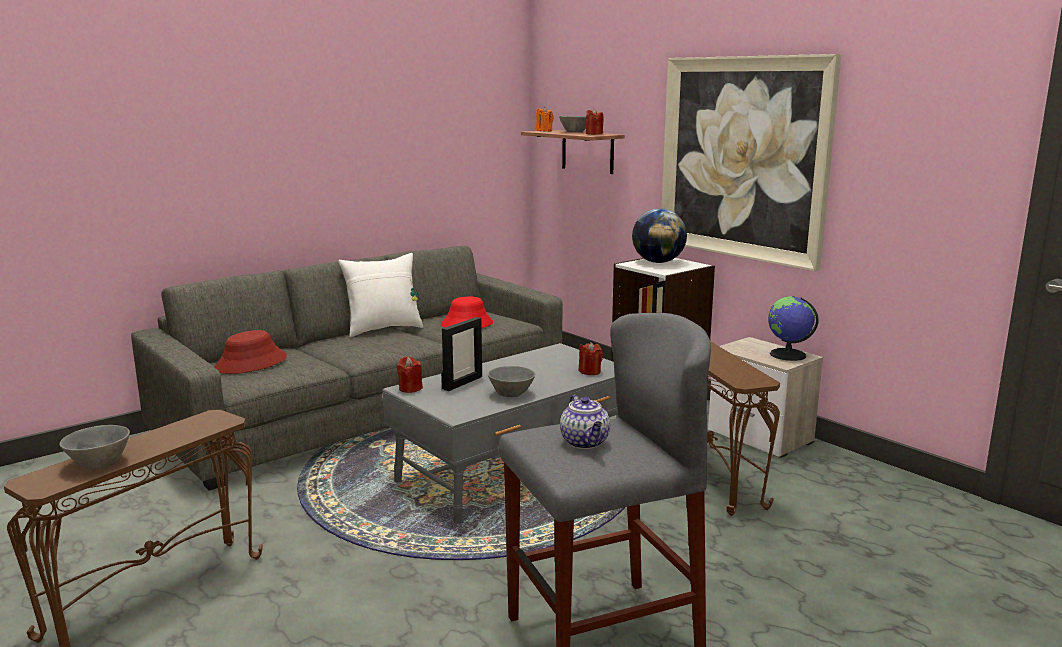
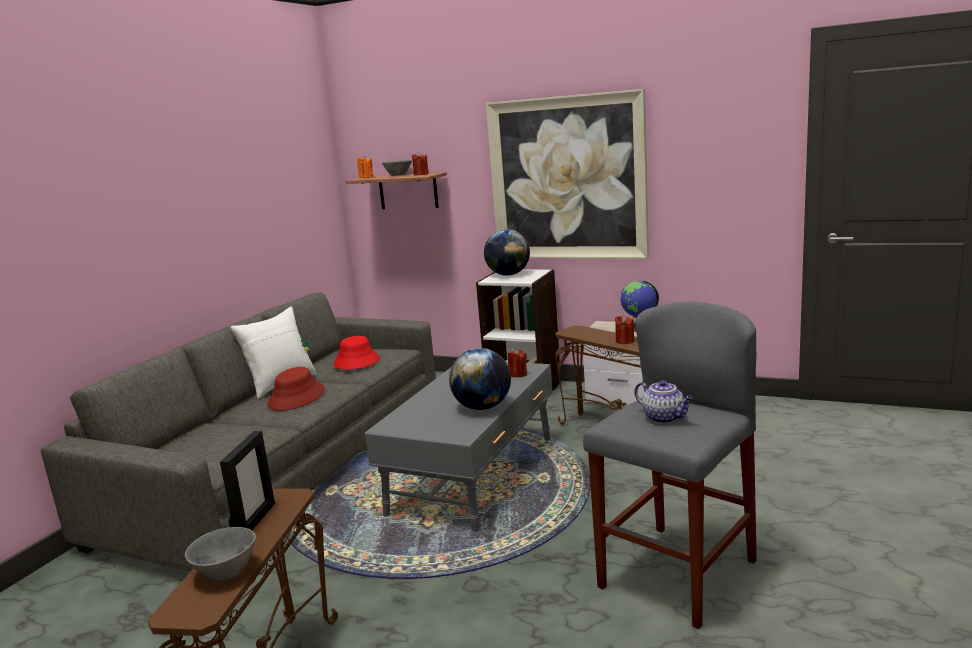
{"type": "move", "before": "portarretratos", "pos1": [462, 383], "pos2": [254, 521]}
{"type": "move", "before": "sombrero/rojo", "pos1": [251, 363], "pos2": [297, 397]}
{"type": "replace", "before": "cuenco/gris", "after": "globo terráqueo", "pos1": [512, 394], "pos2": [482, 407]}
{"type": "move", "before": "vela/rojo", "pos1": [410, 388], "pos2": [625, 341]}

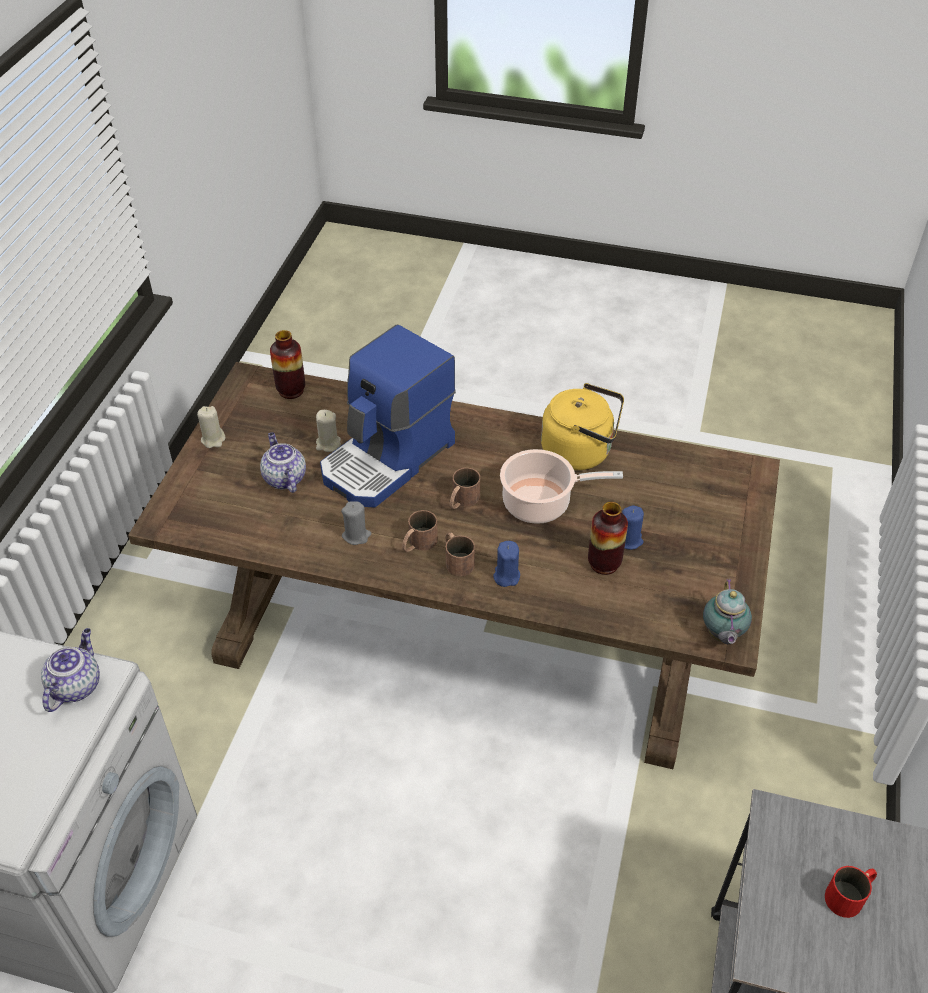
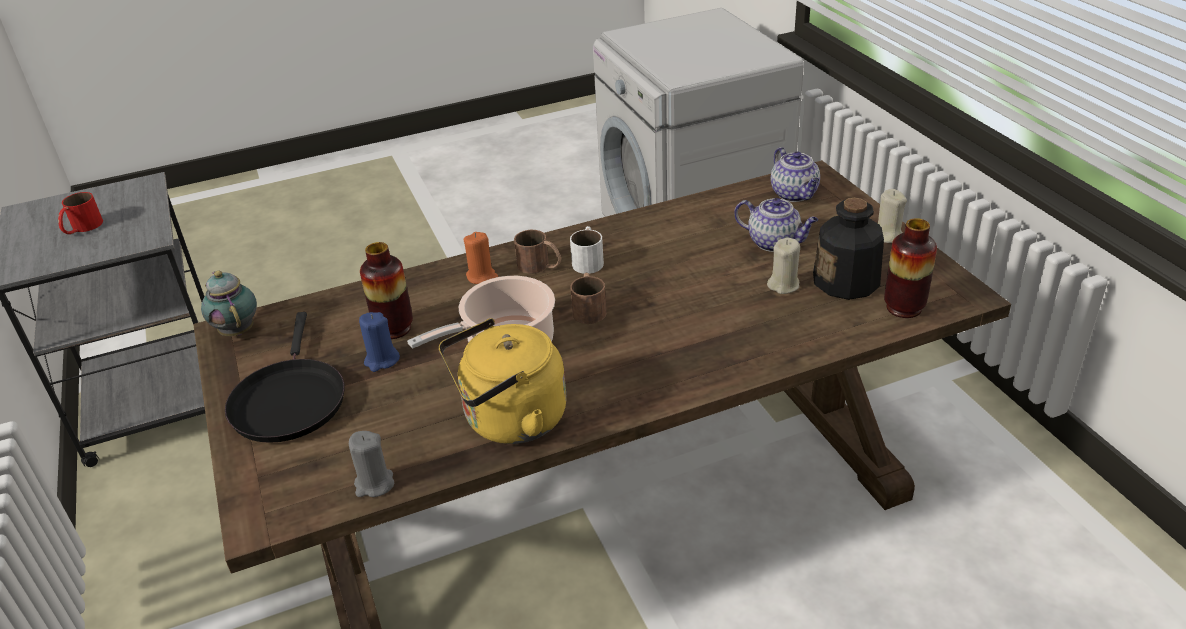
{"type": "insert", "after": "sartén/negro", "pos2": [289, 400]}
{"type": "move", "before": "vela/gris", "pos1": [356, 535], "pos2": [374, 484]}
{"type": "recolor", "before": "vela/azul", "after": "vela/naranja", "pos1": [506, 576], "pos2": [482, 277]}
{"type": "recolor", "before": "taza grande/marrón", "after": "taza grande/blanco", "pos1": [418, 544], "pos2": [588, 260]}
{"type": "move", "before": "tetera", "pos1": [75, 685], "pos2": [795, 194]}
{"type": "insert", "after": "botella", "pos2": [846, 282]}
{"type": "delete", "before": "cafetera", "pos1": [388, 460]}

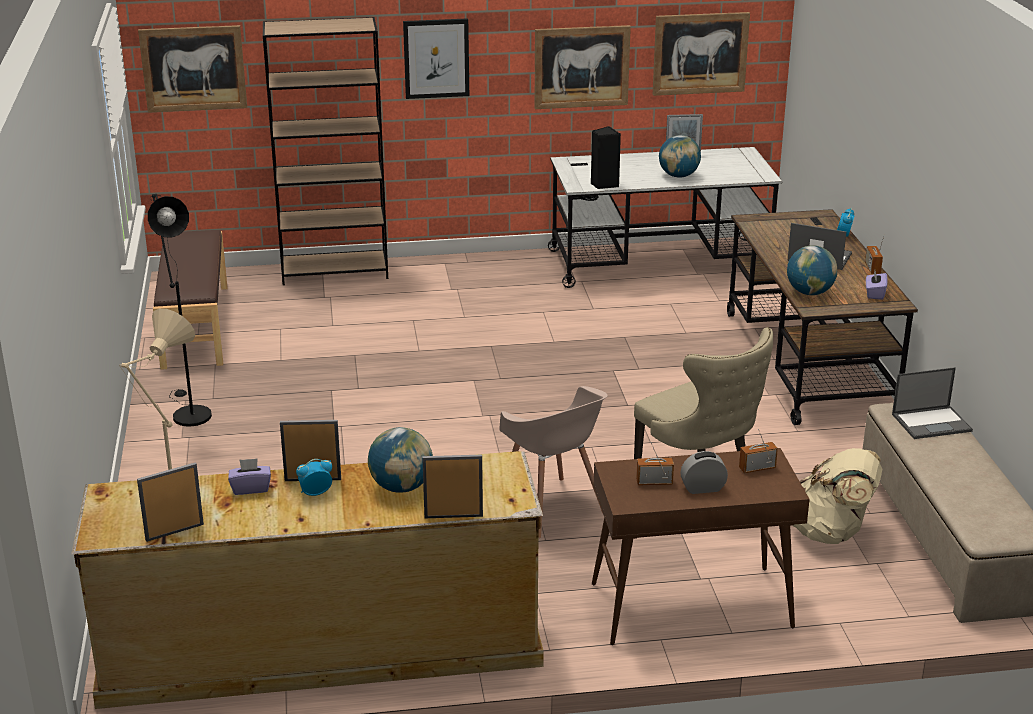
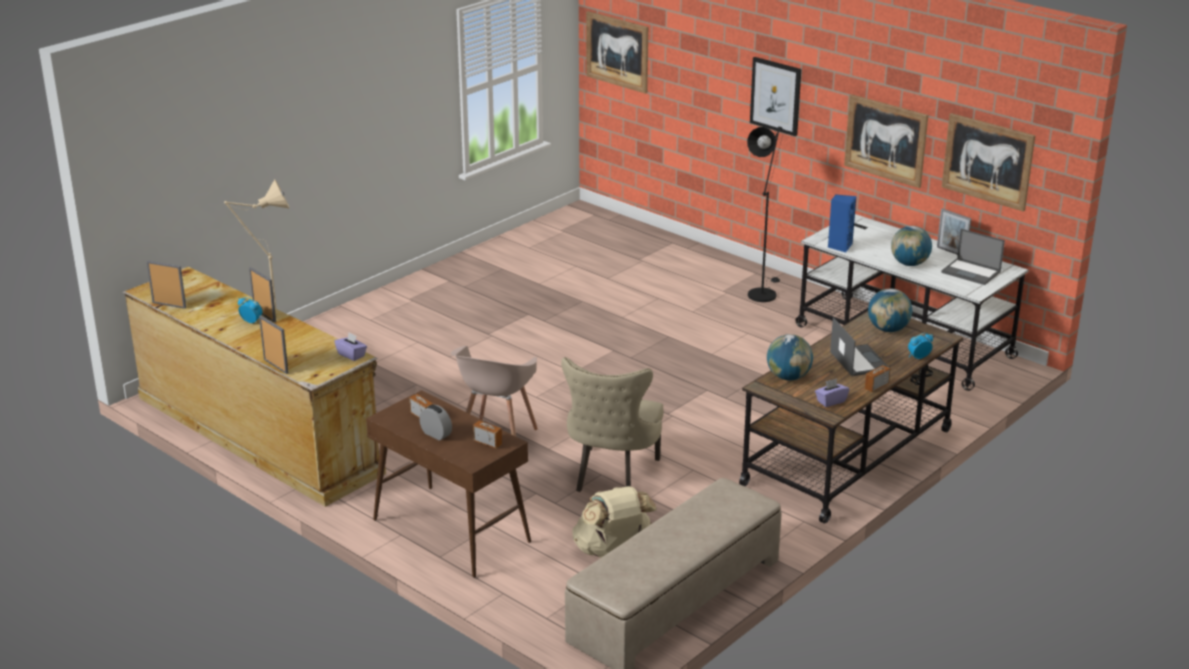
{"type": "move", "before": "caja de pañuelos/morado", "pos1": [251, 488], "pos2": [351, 355]}
{"type": "move", "before": "lámpara de pie/negro", "pos1": [188, 413], "pos2": [763, 293]}
{"type": "recolor", "before": "altavoz/negro", "after": "altavoz/azul", "pos1": [604, 184], "pos2": [839, 246]}
{"type": "move", "before": "globo terráqueo", "pos1": [401, 487], "pos2": [888, 329]}
{"type": "move", "before": "portátil", "pos1": [932, 422], "pos2": [971, 272]}
{"type": "delete", "before": "banco/marrón", "pos1": [194, 326]}
{"type": "delete", "before": "estantería/beis", "pos1": [335, 271]}

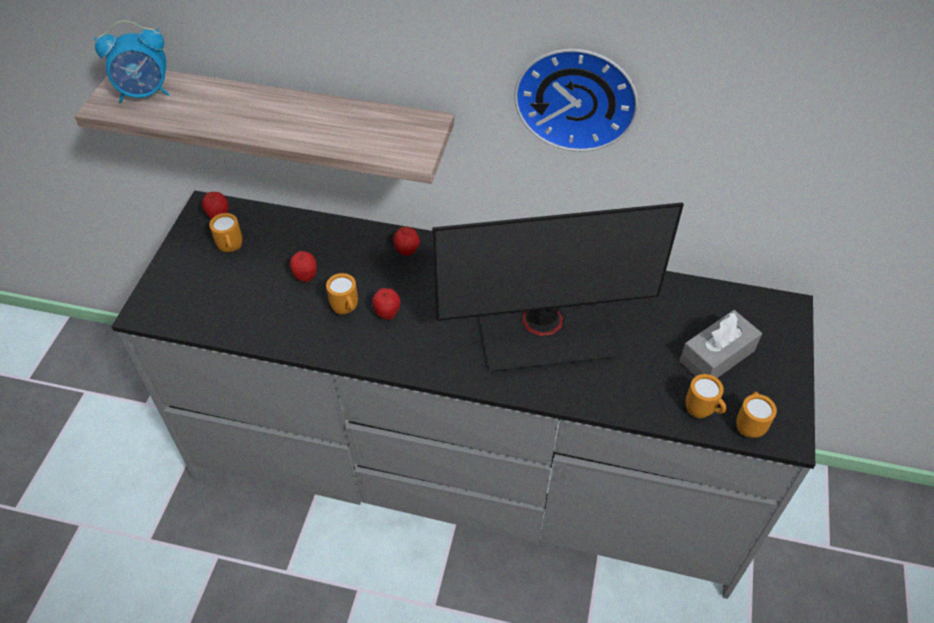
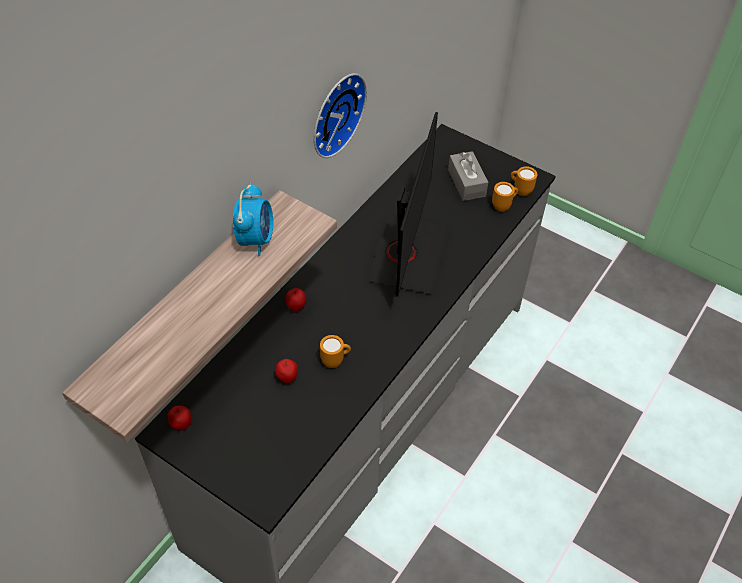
{"type": "move", "before": "despertador", "pos1": [145, 93], "pos2": [256, 239]}
{"type": "delete", "before": "taza grande/naranja", "pos1": [231, 249]}
{"type": "delete", "before": "manzana", "pos1": [387, 314]}

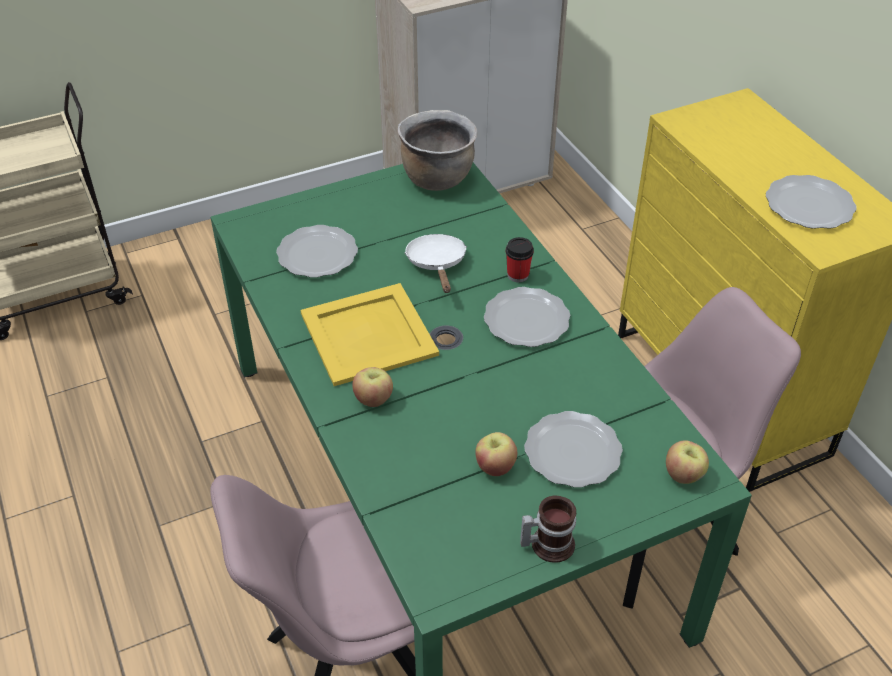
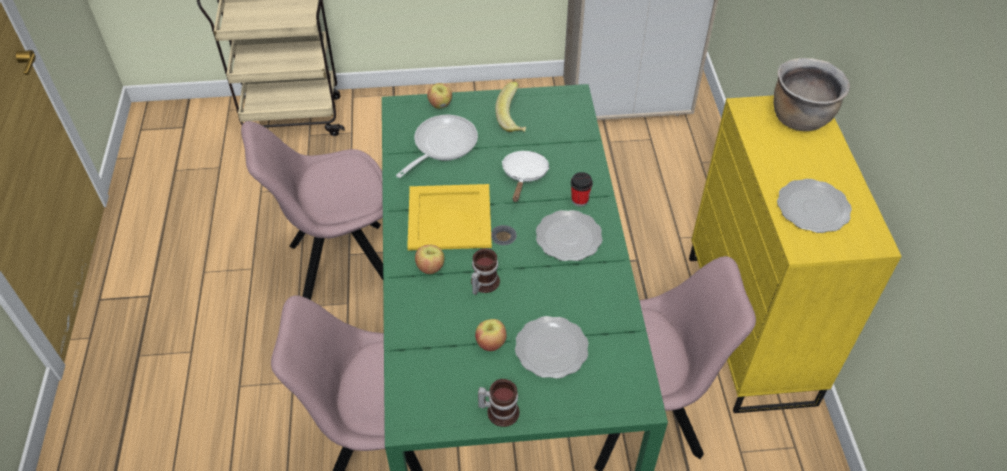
{"type": "insert", "after": "silla/rosa", "pos2": [341, 266]}
{"type": "replace", "before": "plato", "after": "sartén", "pos1": [316, 254], "pos2": [441, 145]}
{"type": "move", "before": "manzana", "pos1": [683, 475], "pos2": [440, 104]}
{"type": "insert", "after": "taza grande", "pos2": [482, 283]}
{"type": "insert", "after": "plátano", "pos2": [515, 119]}
{"type": "move", "before": "olla/marrón", "pos1": [437, 178], "pos2": [799, 118]}

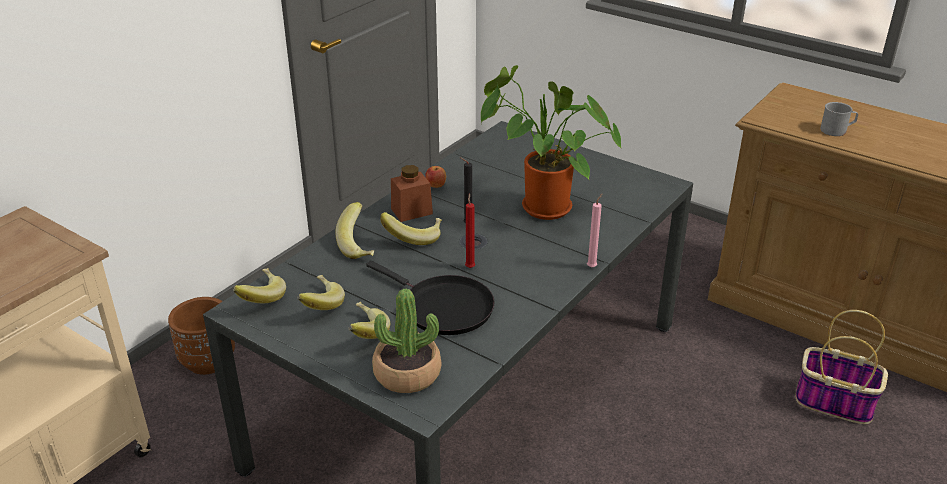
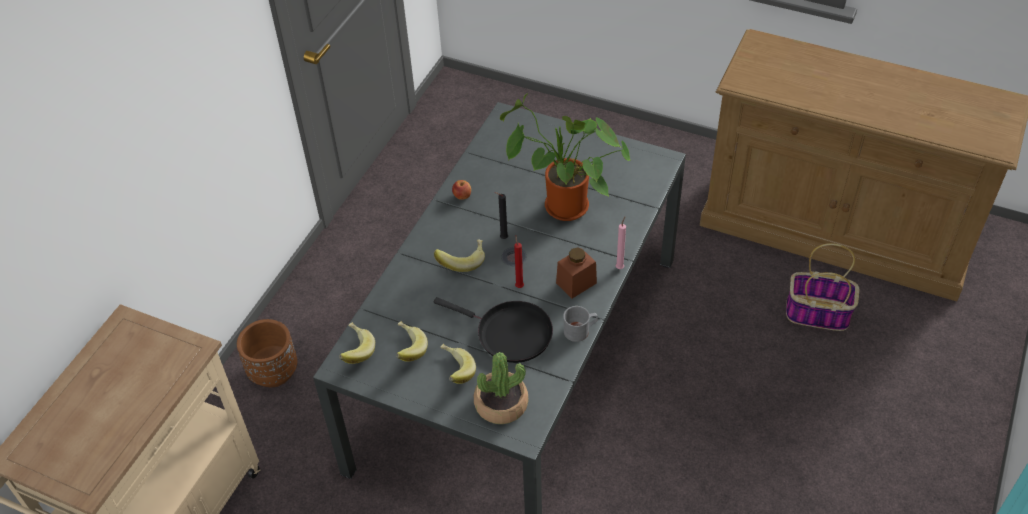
{"type": "move", "before": "tarro/marrón", "pos1": [411, 211], "pos2": [576, 283]}
{"type": "move", "before": "taza grande/gris", "pos1": [837, 130], "pos2": [580, 330]}
{"type": "delete", "before": "plátano", "pos1": [360, 246]}

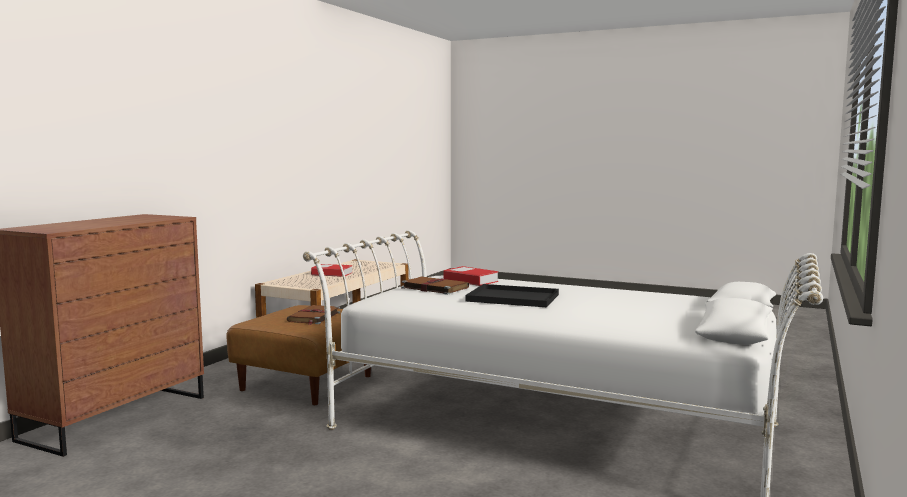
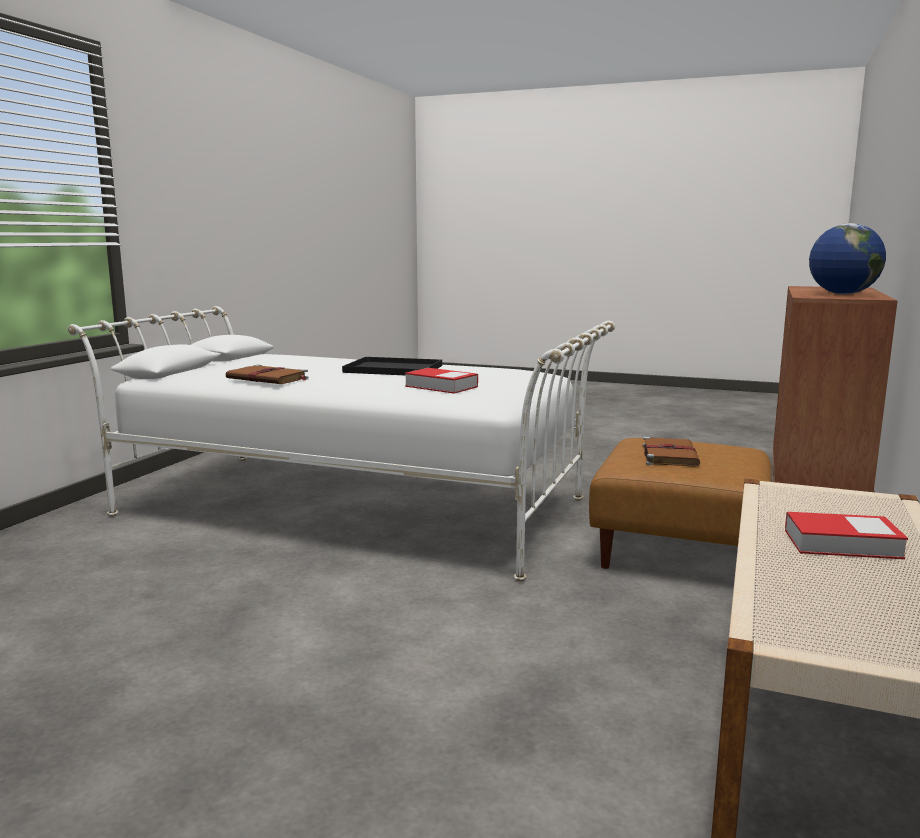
{"type": "move", "before": "libro/marrón", "pos1": [433, 288], "pos2": [268, 378]}
{"type": "insert", "after": "globo terráqueo", "pos2": [843, 294]}

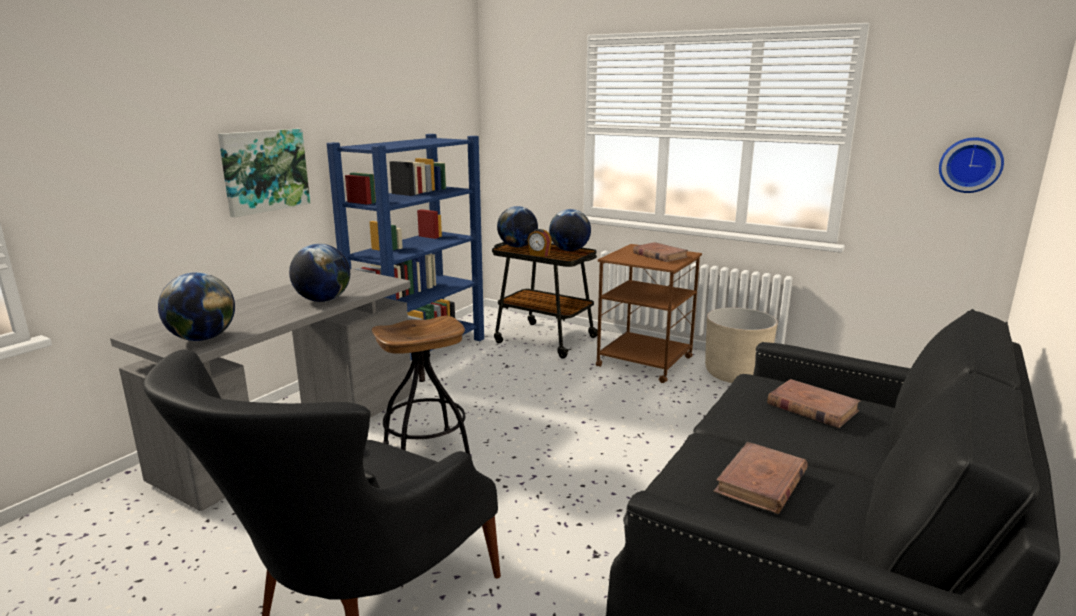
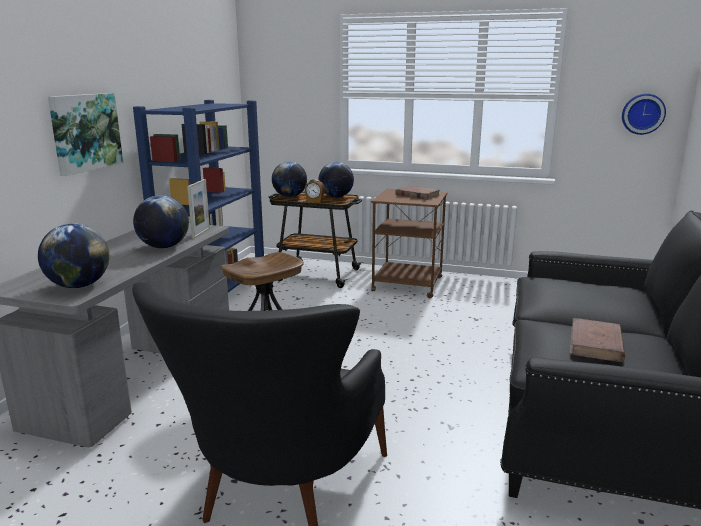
{"type": "insert", "after": "portarretratos", "pos2": [201, 233]}
{"type": "delete", "before": "maceta/beis", "pos1": [735, 374]}
{"type": "delete", "before": "libro/marrón", "pos1": [811, 407]}

